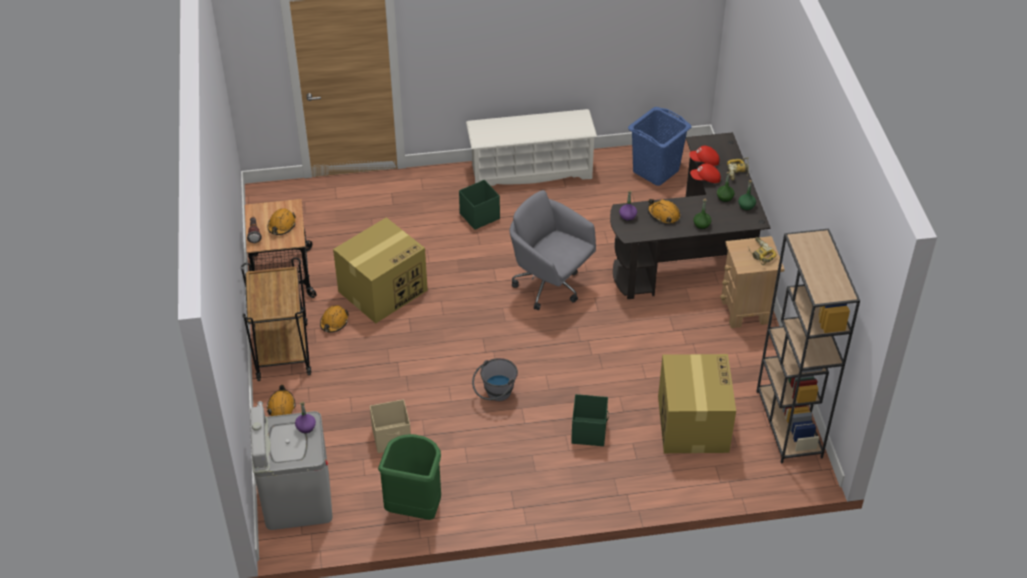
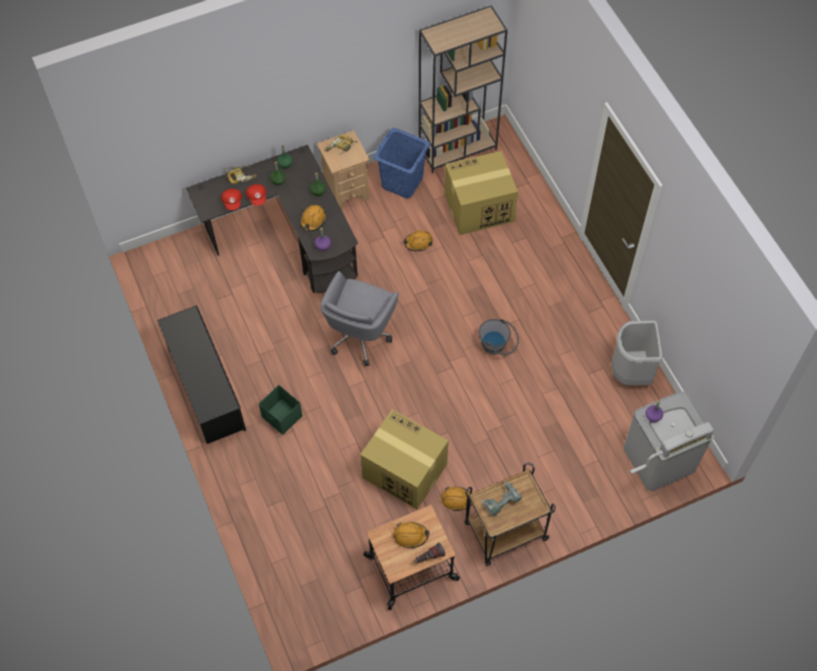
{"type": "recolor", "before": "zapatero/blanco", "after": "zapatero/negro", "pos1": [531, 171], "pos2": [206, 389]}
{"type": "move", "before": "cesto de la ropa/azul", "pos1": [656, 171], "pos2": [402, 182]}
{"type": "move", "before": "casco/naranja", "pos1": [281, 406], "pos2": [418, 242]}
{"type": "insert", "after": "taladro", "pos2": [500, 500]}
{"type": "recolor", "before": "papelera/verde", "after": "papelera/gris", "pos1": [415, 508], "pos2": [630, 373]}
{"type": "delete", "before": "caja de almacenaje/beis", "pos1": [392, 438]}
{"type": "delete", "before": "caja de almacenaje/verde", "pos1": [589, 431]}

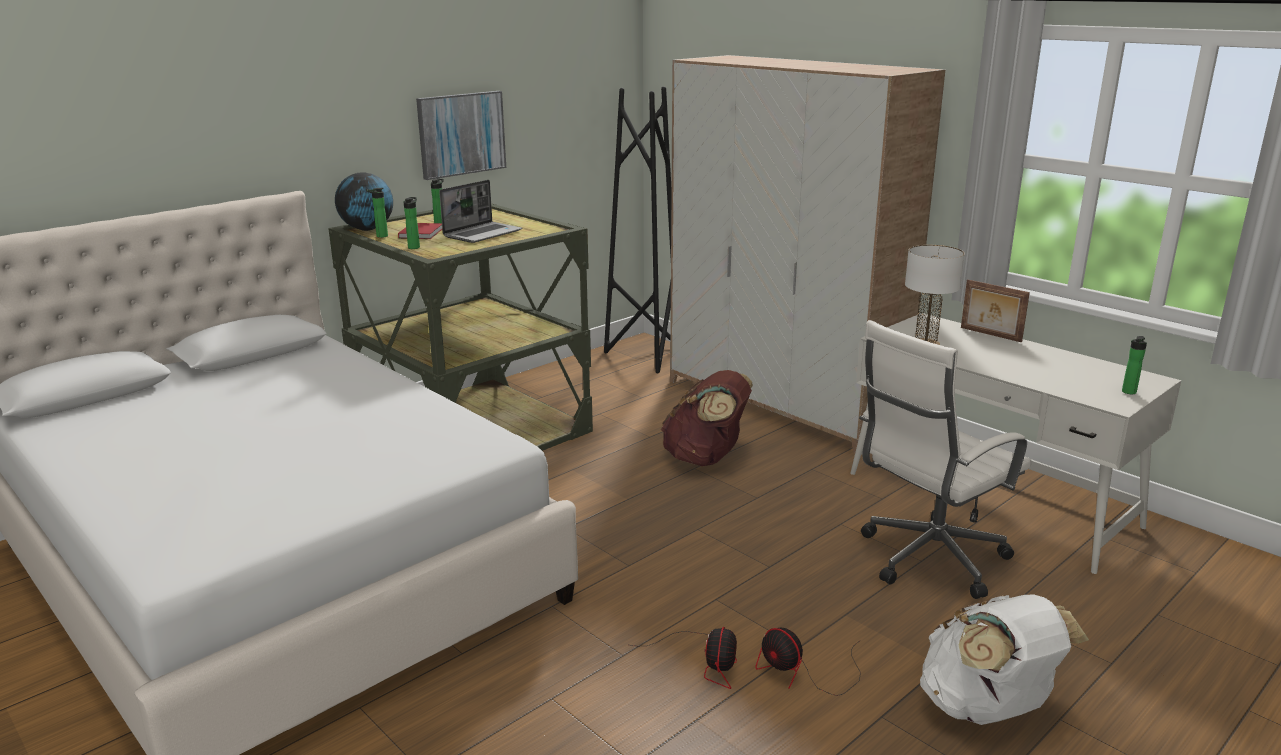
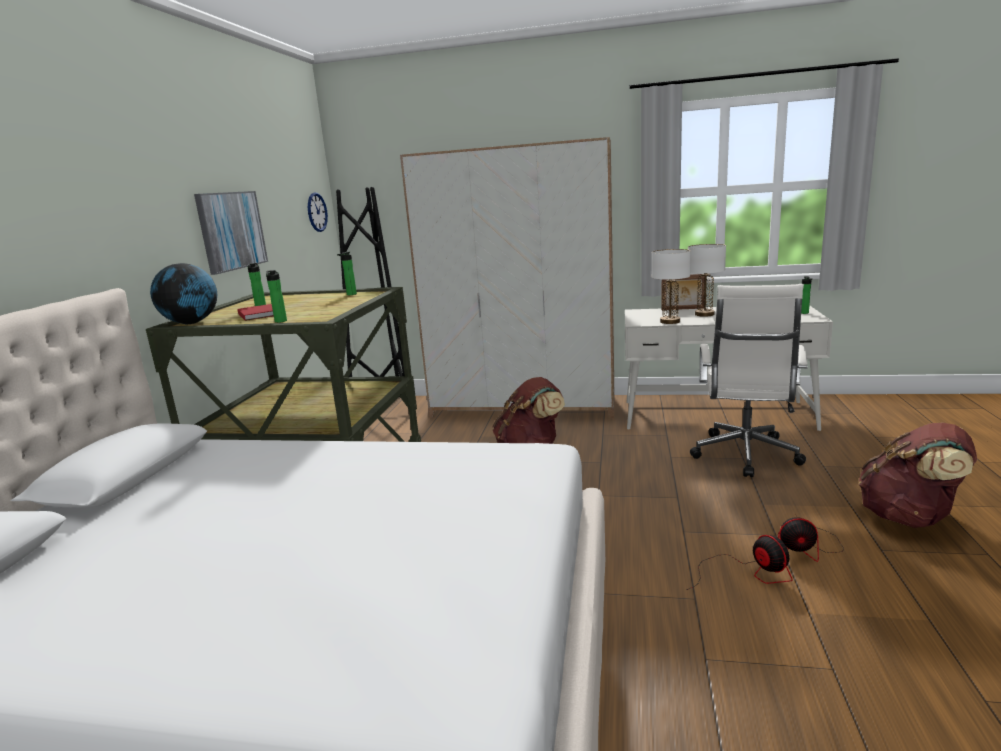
{"type": "insert", "after": "reloj de pared", "pos2": [317, 212]}
{"type": "move", "before": "botella", "pos1": [380, 236], "pos2": [350, 294]}
{"type": "insert", "after": "lámpara de mesa", "pos2": [704, 314]}
{"type": "recolor", "before": "mochila/blanco", "after": "mochila/marrón", "pos1": [987, 709], "pos2": [909, 517]}
{"type": "delete", "before": "portátil", "pos1": [483, 234]}

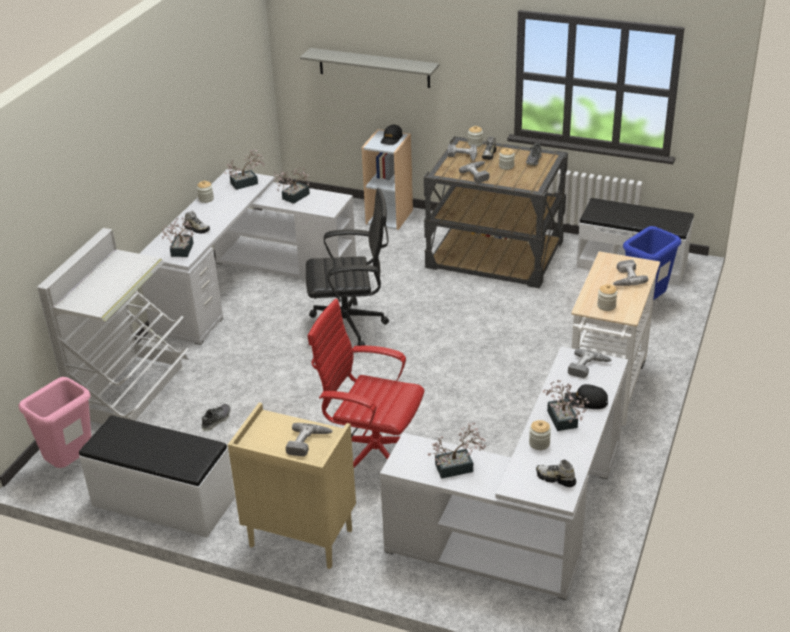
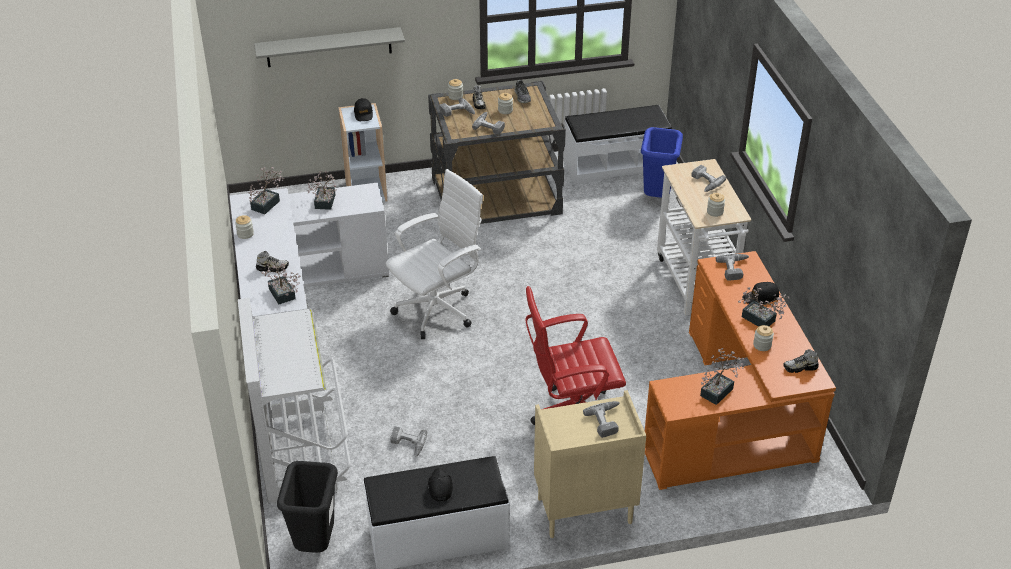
{"type": "recolor", "before": "papelera/rosa", "after": "papelera/negro", "pos1": [71, 464], "pos2": [316, 545]}
{"type": "recolor", "before": "silla de oficina/negro", "after": "silla de oficina/blanco", "pos1": [351, 326], "pos2": [438, 310]}
{"type": "replace", "before": "zapato", "after": "taladro", "pos1": [216, 420], "pos2": [407, 445]}
{"type": "insert", "after": "gorra/negro", "pos2": [439, 487]}
{"type": "recolor", "before": "escritorio/blanco", "after": "escritorio/naranja", "pos1": [527, 519], "pos2": [735, 413]}

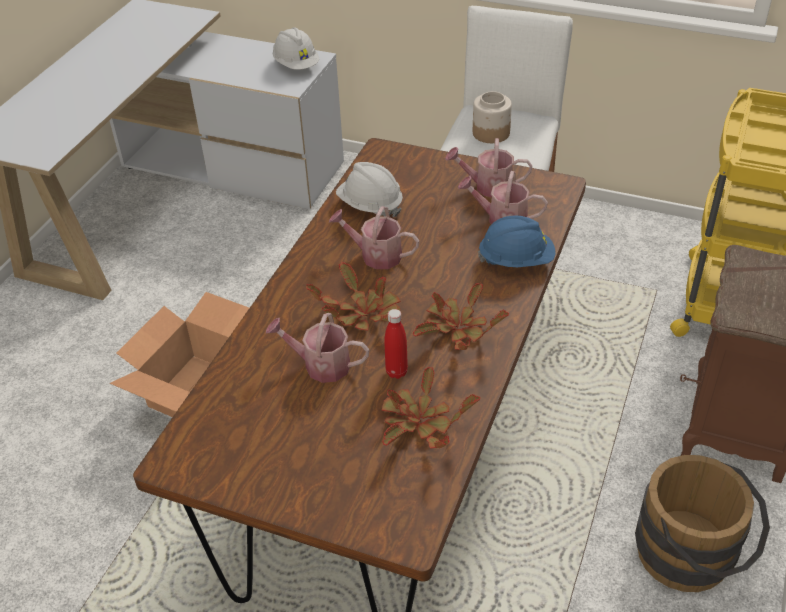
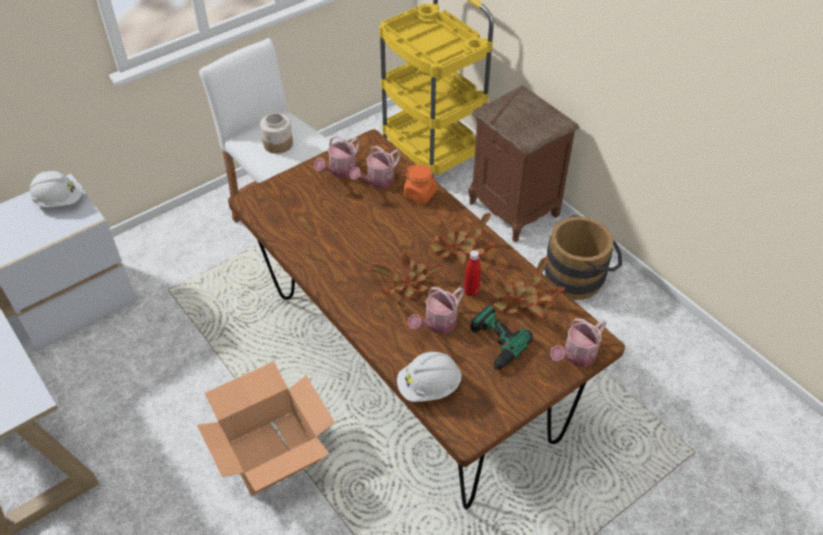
{"type": "move", "before": "casco/blanco", "pos1": [370, 205], "pos2": [429, 387]}
{"type": "replace", "before": "casco/azul", "after": "tarro/naranja", "pos1": [516, 260], "pos2": [420, 194]}
{"type": "insert", "after": "taladro", "pos2": [490, 347]}
{"type": "move", "before": "regadera", "pos1": [375, 255], "pos2": [576, 356]}

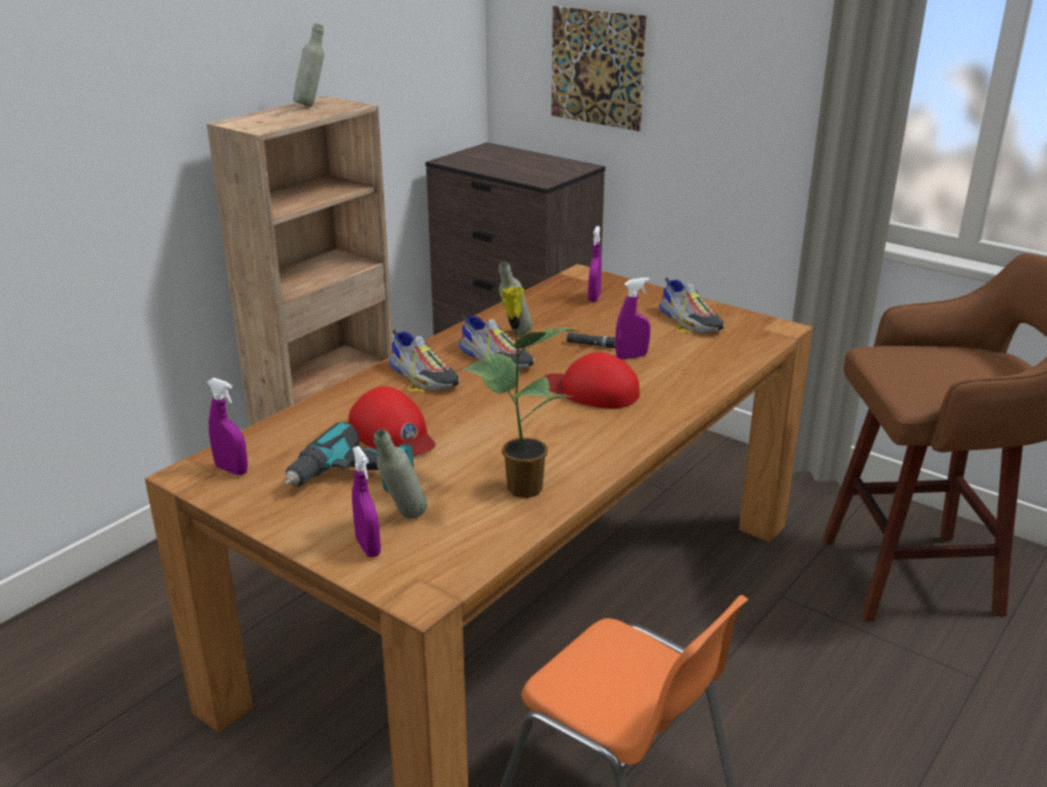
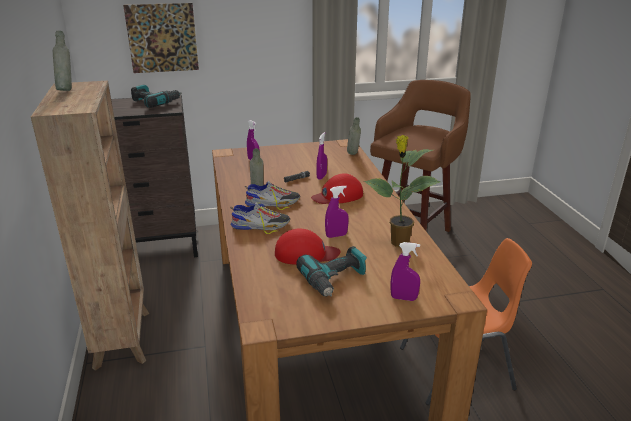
{"type": "insert", "after": "taladro", "pos2": [155, 102]}
{"type": "move", "before": "pulverizador/morado", "pos1": [231, 470], "pos2": [336, 235]}
{"type": "move", "before": "botella/gris", "pos1": [403, 519], "pos2": [353, 155]}
{"type": "delete", "before": "zapato", "pos1": [690, 321]}

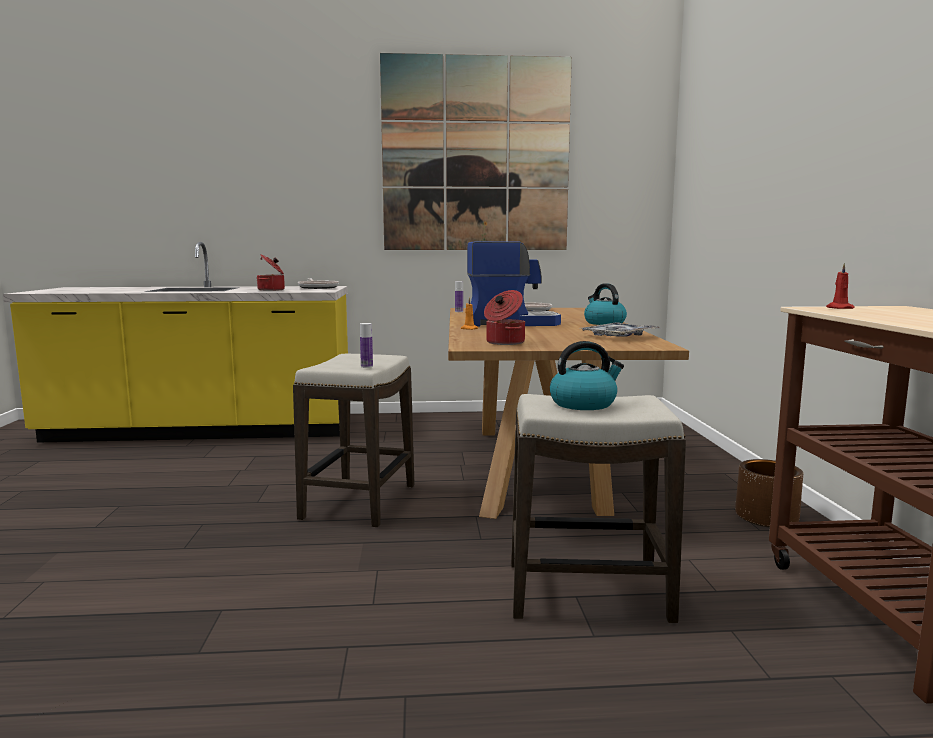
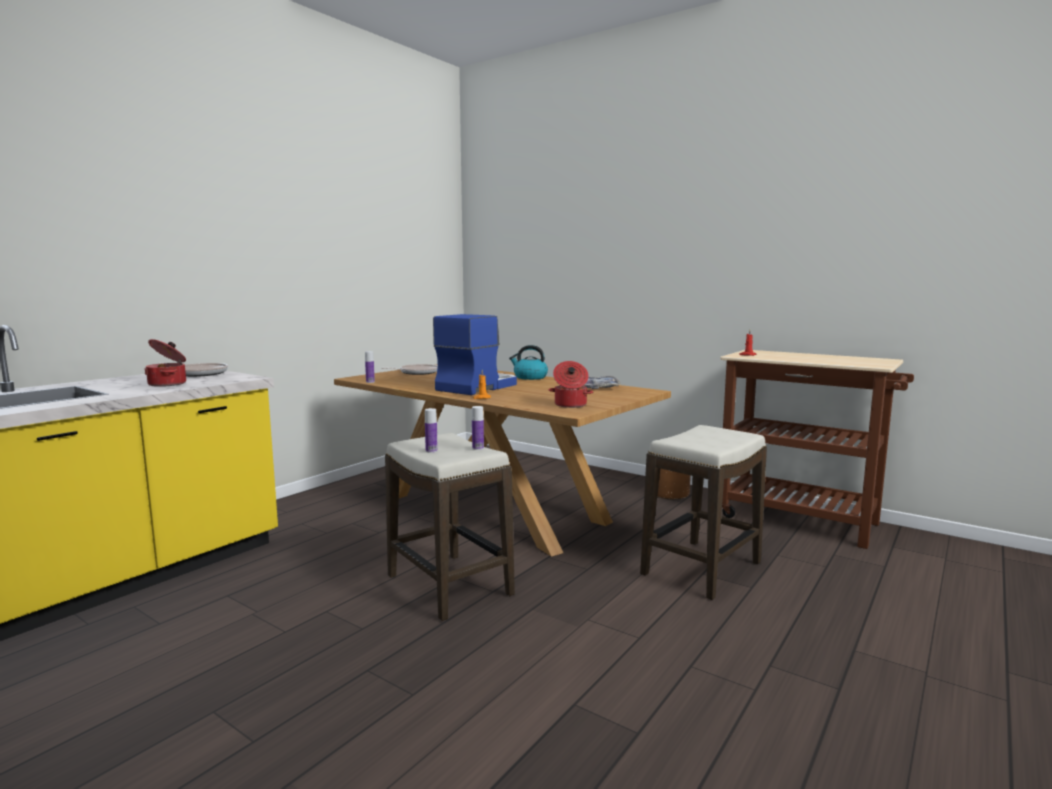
{"type": "insert", "after": "botella", "pos2": [431, 451]}
{"type": "delete", "before": "cuadro", "pos1": [476, 155]}
{"type": "delete", "before": "hervidor", "pos1": [584, 404]}

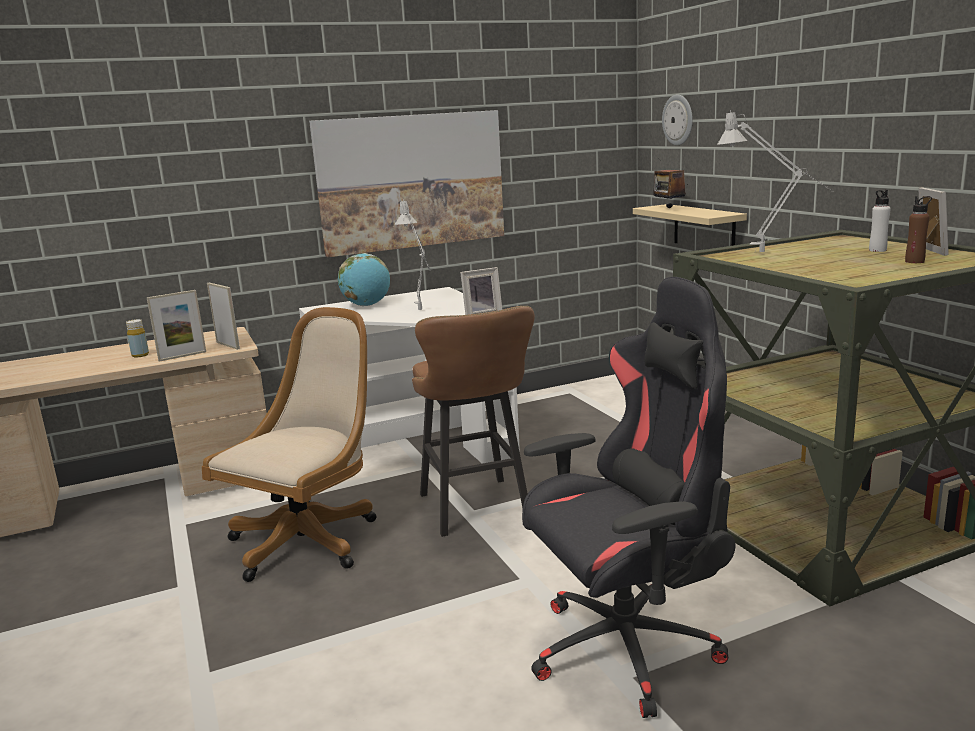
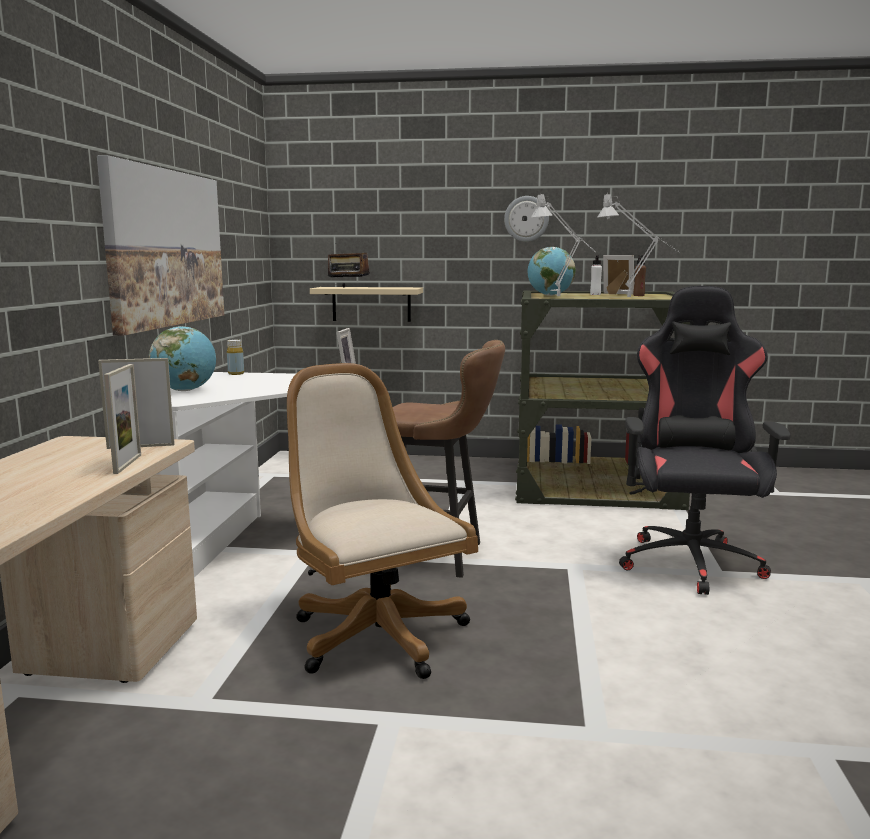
{"type": "move", "before": "botella/amarillo", "pos1": [140, 355], "pos2": [236, 373]}
{"type": "move", "before": "reloj de pared", "pos1": [678, 120], "pos2": [526, 219]}
{"type": "insert", "after": "globo terráqueo", "pos2": [550, 295]}
{"type": "move", "before": "lámpara de mesa/gris", "pos1": [422, 312], "pos2": [634, 298]}

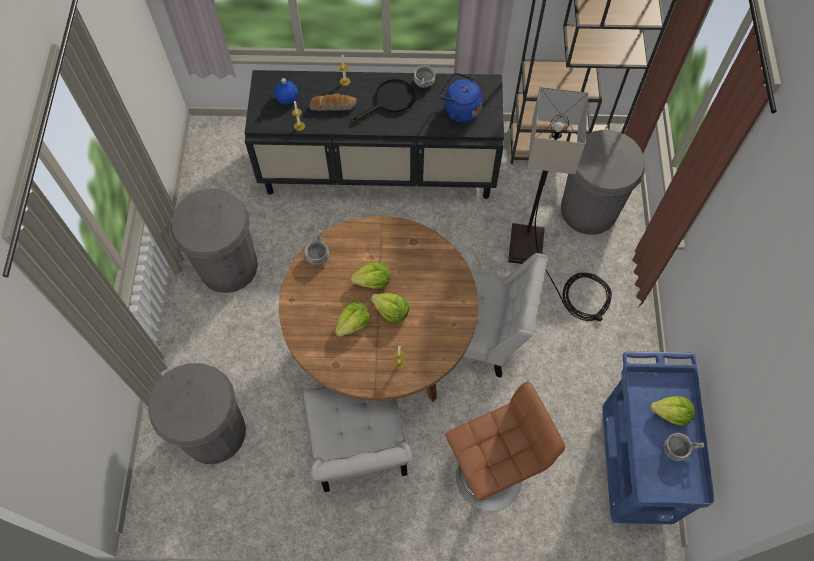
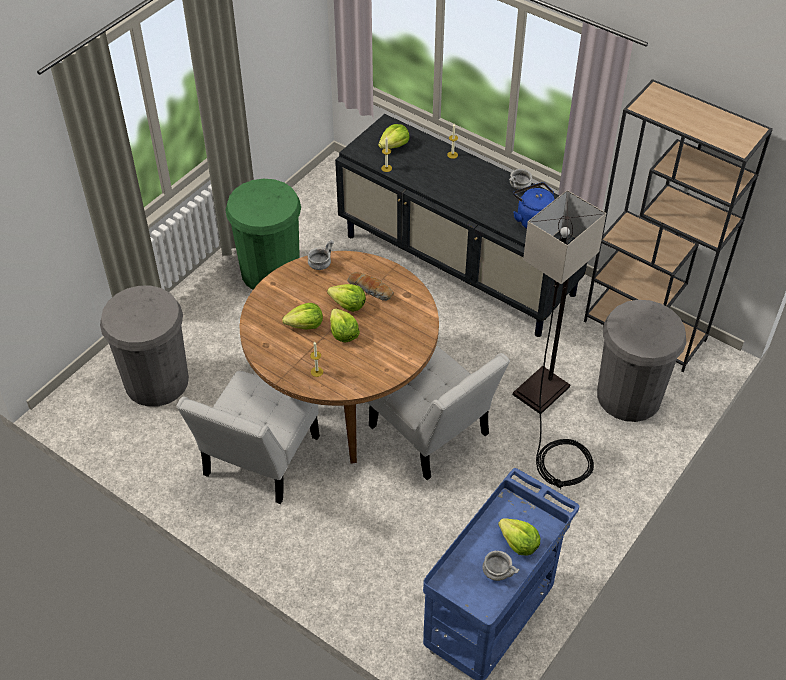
{"type": "recolor", "before": "papelera/gris", "after": "papelera/verde", "pos1": [228, 266], "pos2": [270, 271]}
{"type": "move", "before": "pan", "pos1": [333, 106], "pos2": [371, 290]}
{"type": "replace", "before": "botella/azul", "after": "lechuga", "pos1": [287, 98], "pos2": [394, 145]}
{"type": "delete", "before": "sartén/negro", "pos1": [390, 101]}
{"type": "delete", "before": "taburete/marrón", "pos1": [489, 478]}

